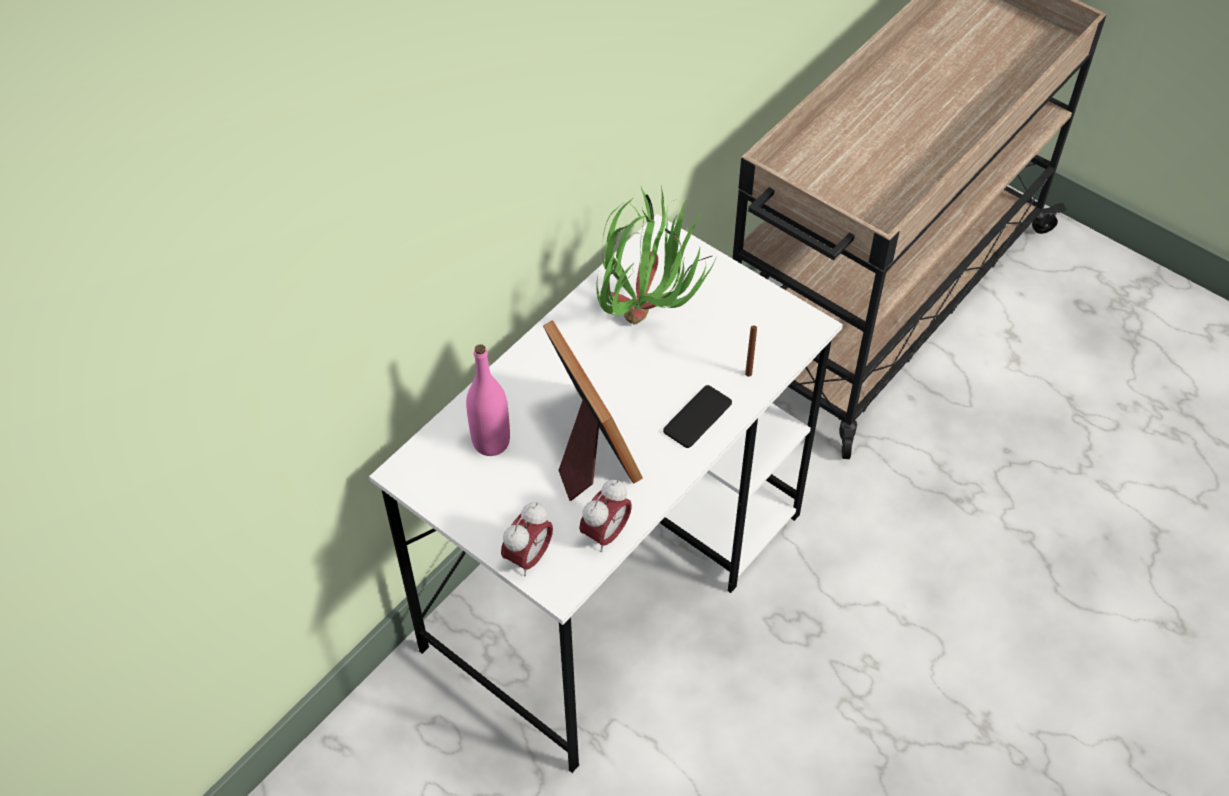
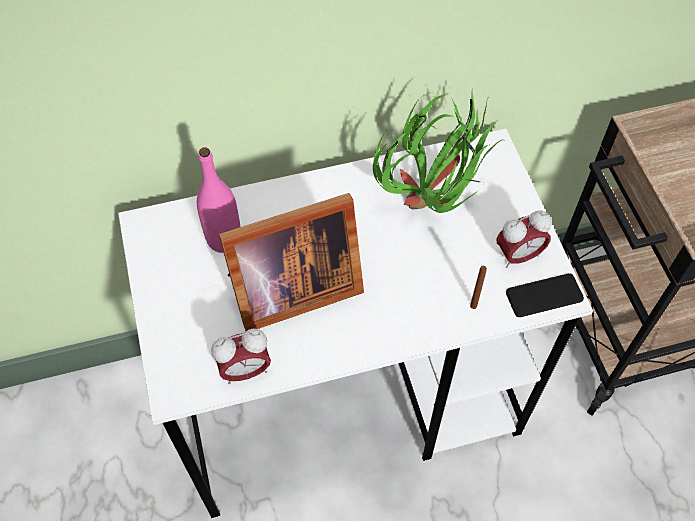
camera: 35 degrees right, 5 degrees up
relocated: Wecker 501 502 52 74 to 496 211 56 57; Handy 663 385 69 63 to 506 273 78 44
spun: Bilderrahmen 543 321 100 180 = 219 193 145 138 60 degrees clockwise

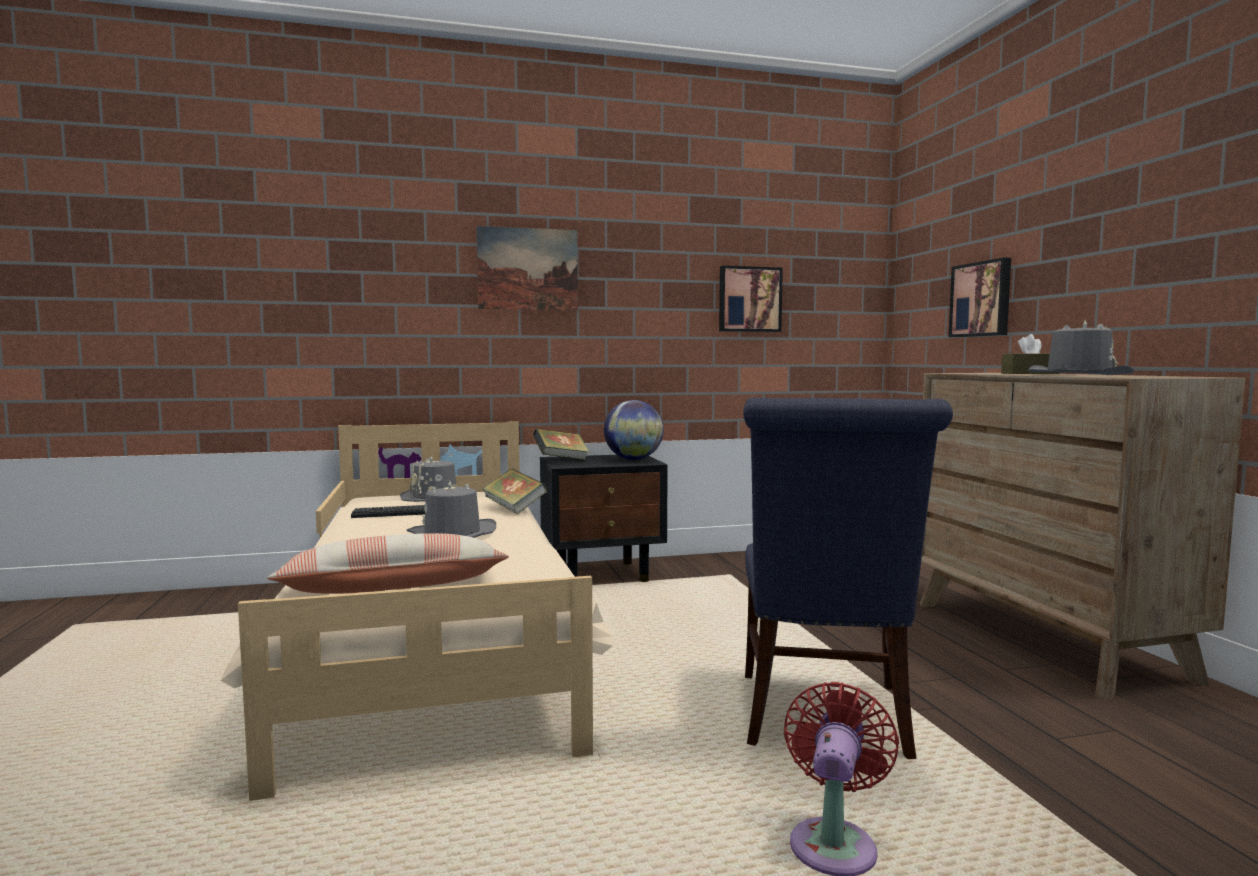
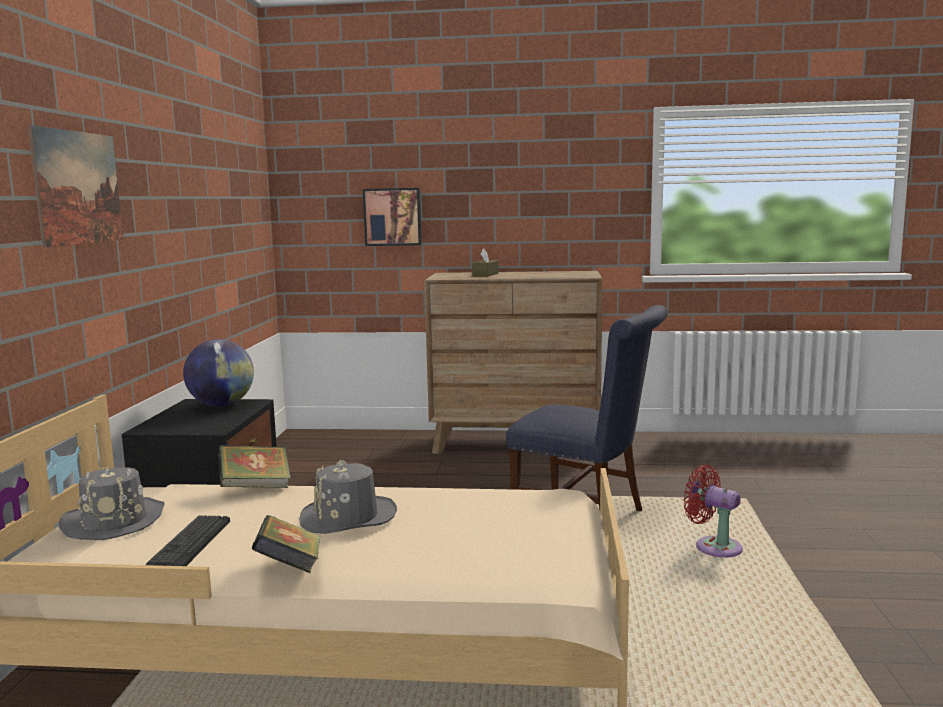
camera: 70 degrees left, 5 degrees up
missing: Kissen 267 533 242 61; Bild 719 266 64 66; Hut/grau 1028 320 106 55
relocated: Buch 533 428 57 32 to 252 515 68 58

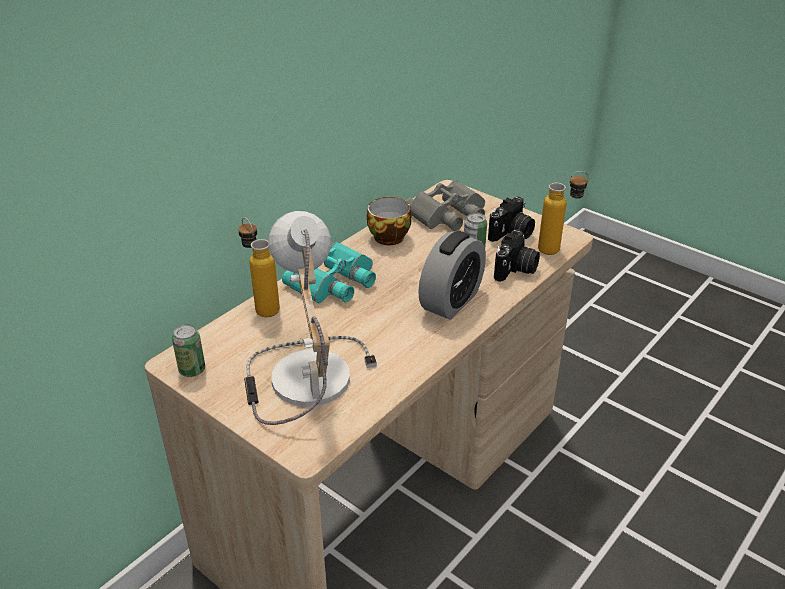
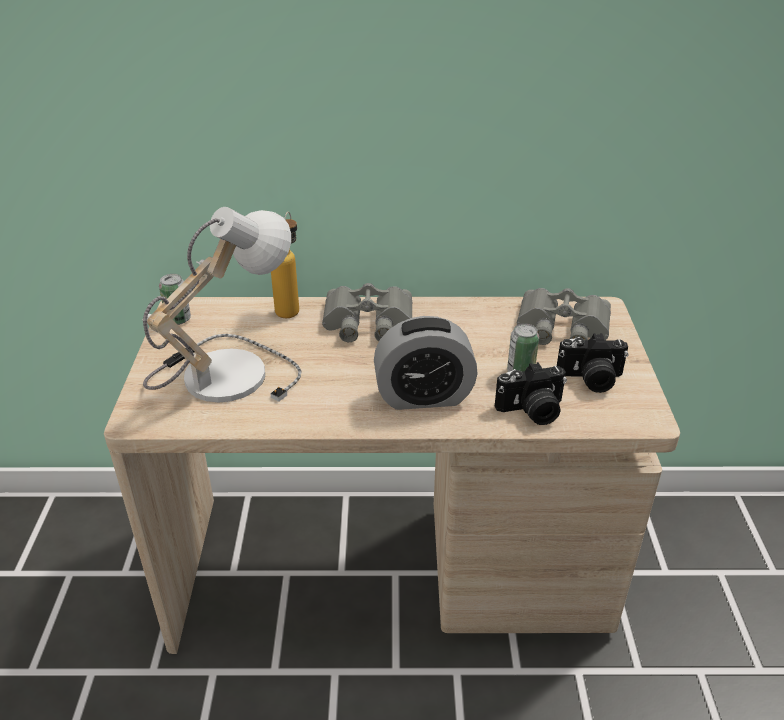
camera: 50 degrees right, 0 degrees up
missing: Tasse 367 197 45 48; Flasche 538 171 51 84
colour: Fernglas/türkis 282 242 94 62 to Fernglas/grau 322 283 90 59

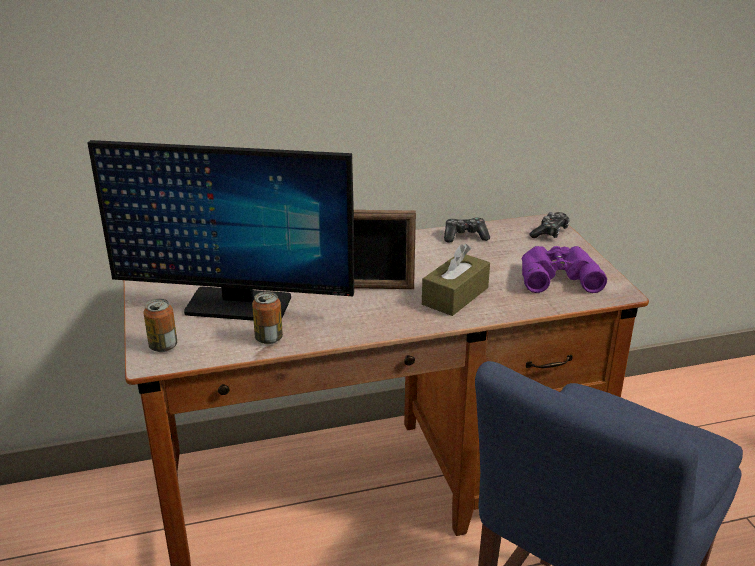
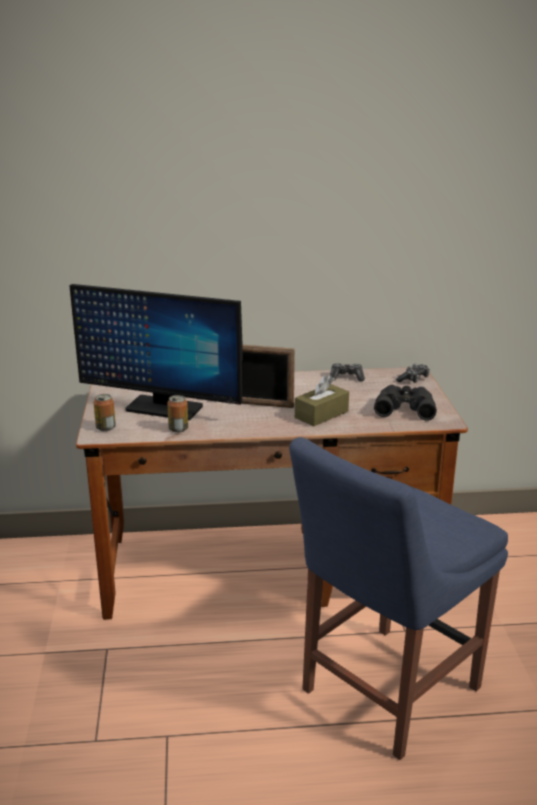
camera: 10 degrees right, 5 degrees down
colour: Fernglas/lila 522 246 85 47 to Fernglas/schwarz 374 385 63 35

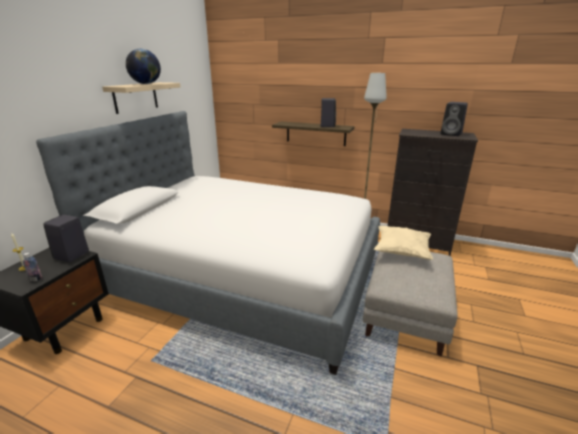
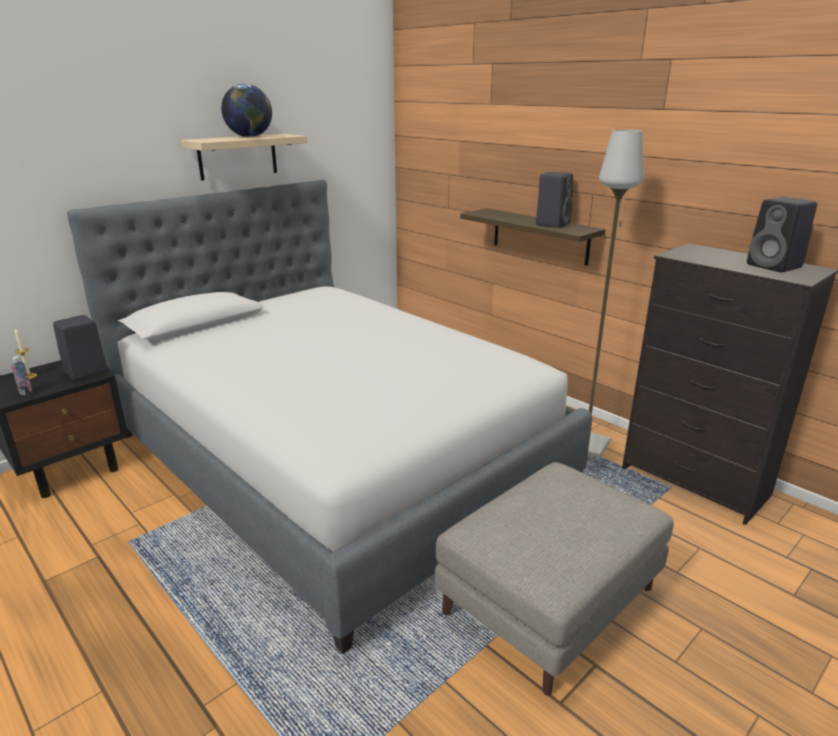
camera: 25 degrees right, 0 degrees up
missing: Kissen/beige 374 226 59 34

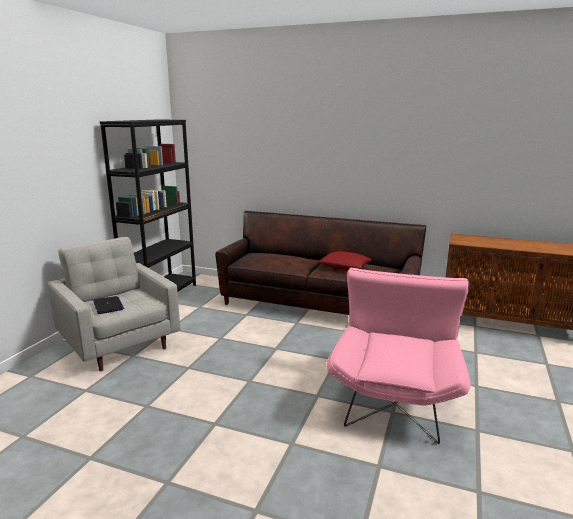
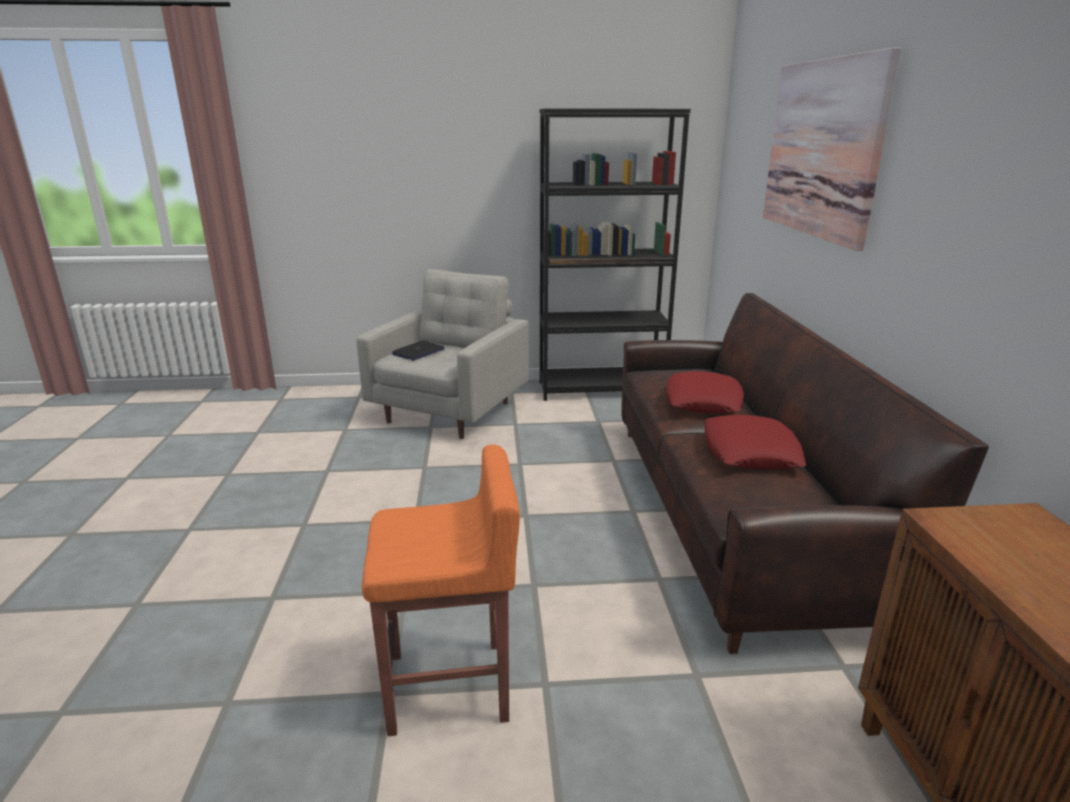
camera: 65 degrees right, 5 degrees up
appeared: Kissen/rot 666 371 78 42; Bild 763 47 139 204
exchanged: Sessel/rosa 326 268 145 176 to Hocker/orange 362 445 158 291

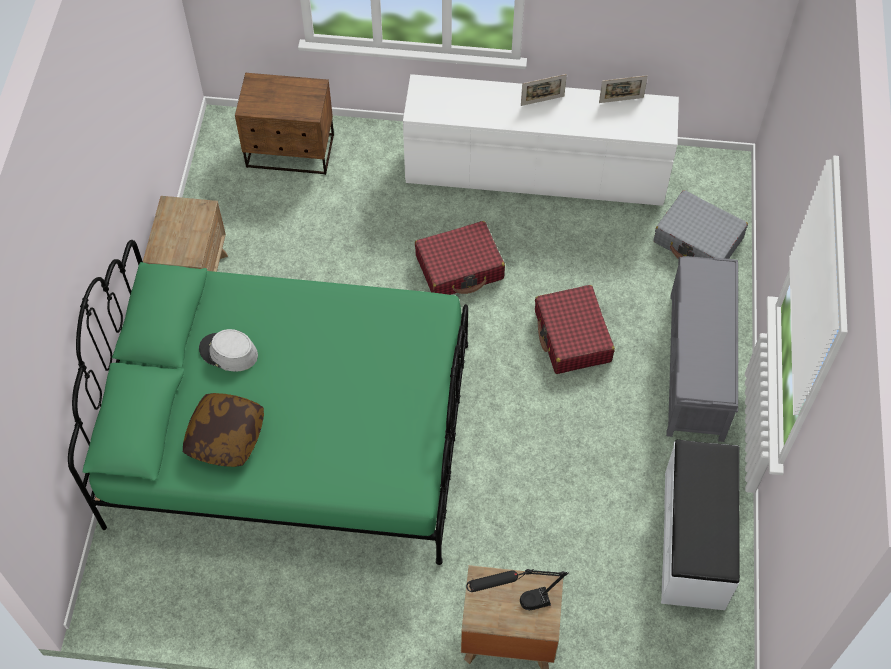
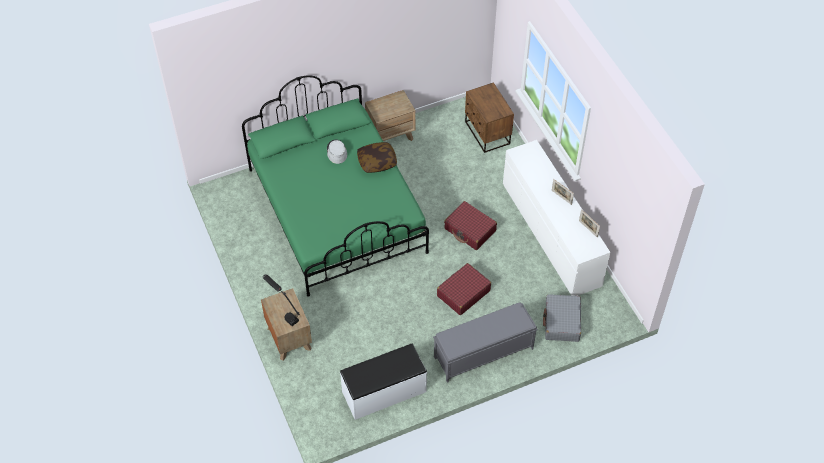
camera: 60 degrees right, 5 degrees down
relocated: Kissen 183 393 81 74 to 357 142 40 31

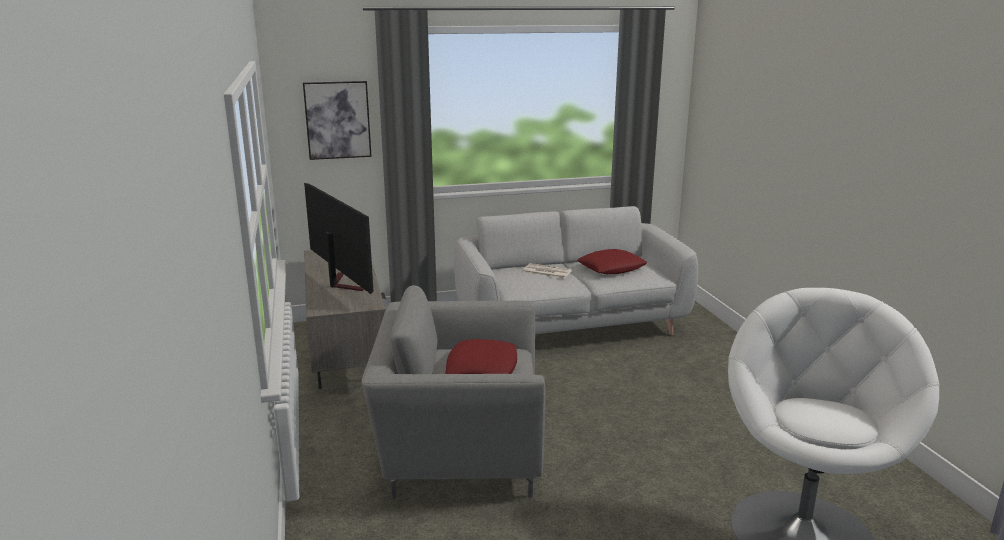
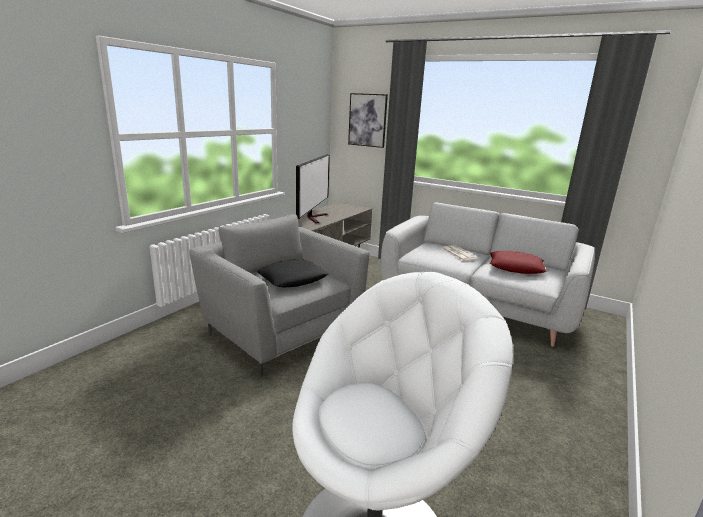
camera: 45 degrees right, 0 degrees up
colour: Kissen/rot 445 339 72 35 to Kissen/schwarz 257 259 71 28

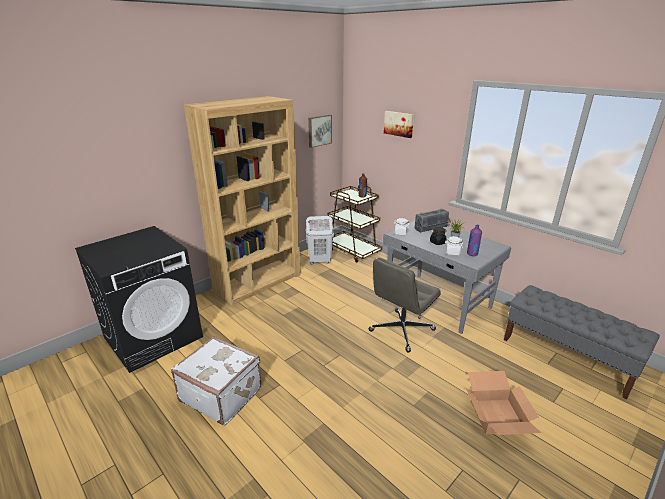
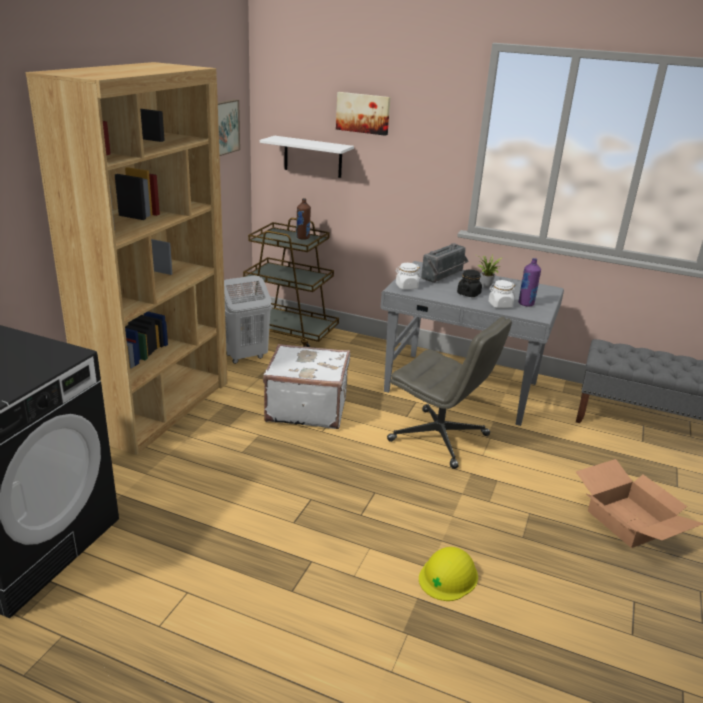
camera: 25 degrees left, 0 degrees up
appeared: Wandregal/weiß 260 136 94 42; Schutzhelm/gelb 419 547 59 54
relocated: Koffer/weiß 171 336 90 89 to 263 344 87 85
spun: Bürostuhl/grau 368 258 73 94 = 387 317 125 152 75 degrees counterclockwise

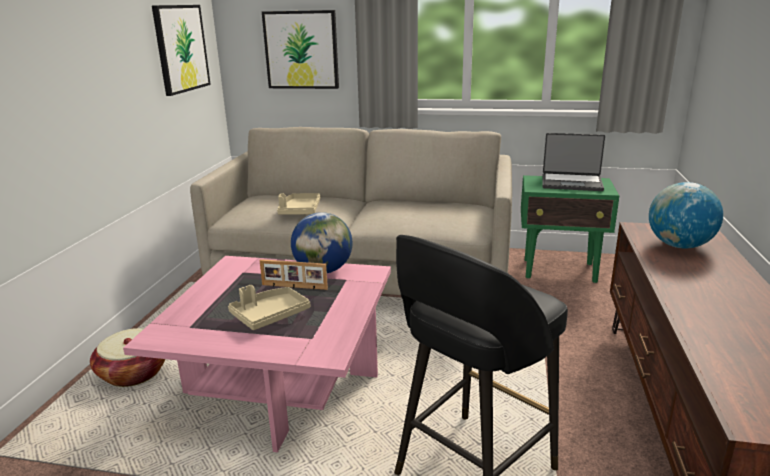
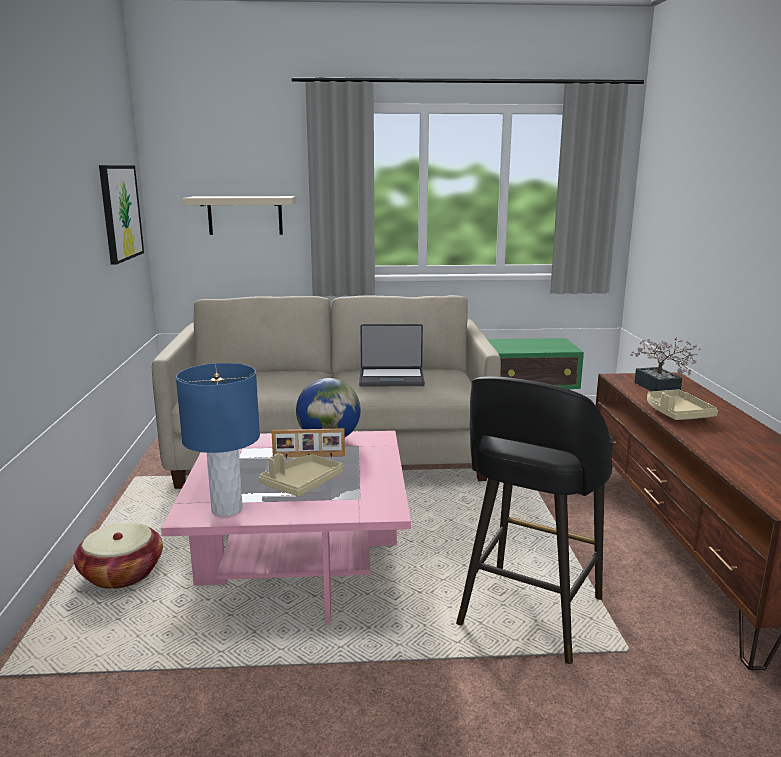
camera: 15 degrees left, 5 degrees down
appeared: Tischlampe/blau 176 363 84 154
relocated: Tablett/beige 277 193 43 22 to 647 389 71 31; Laptop 542 133 63 58 to 359 324 66 62
exchanged: Bild 262 10 77 79 to Wandregal/beige 182 196 114 39; Globus 649 182 74 67 to Topfpflanze 629 337 72 55

